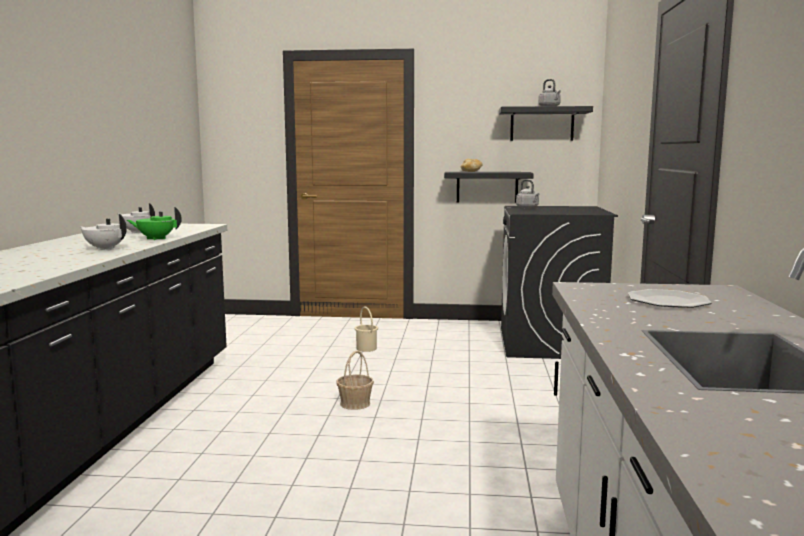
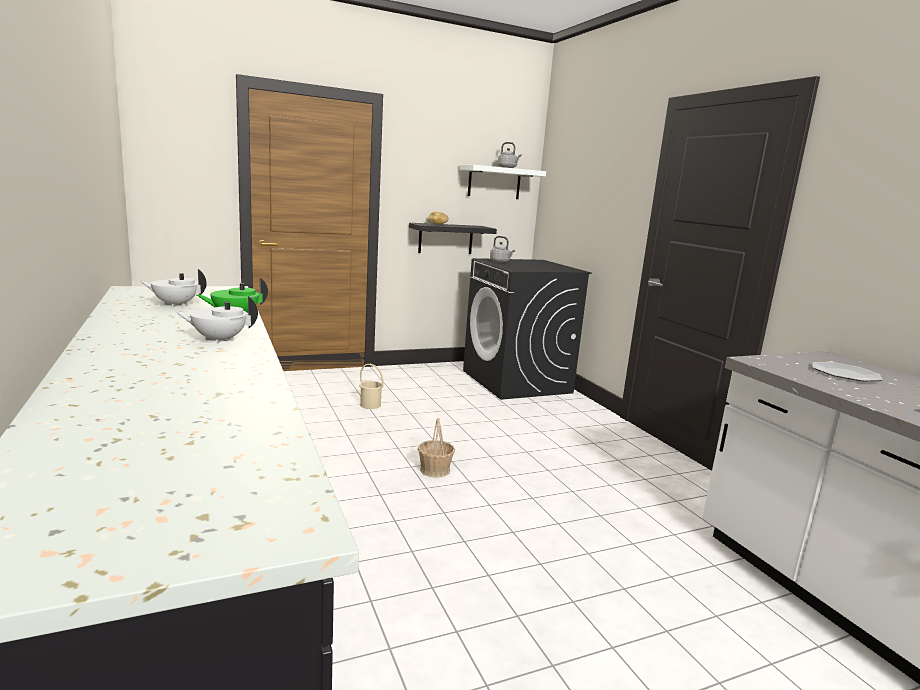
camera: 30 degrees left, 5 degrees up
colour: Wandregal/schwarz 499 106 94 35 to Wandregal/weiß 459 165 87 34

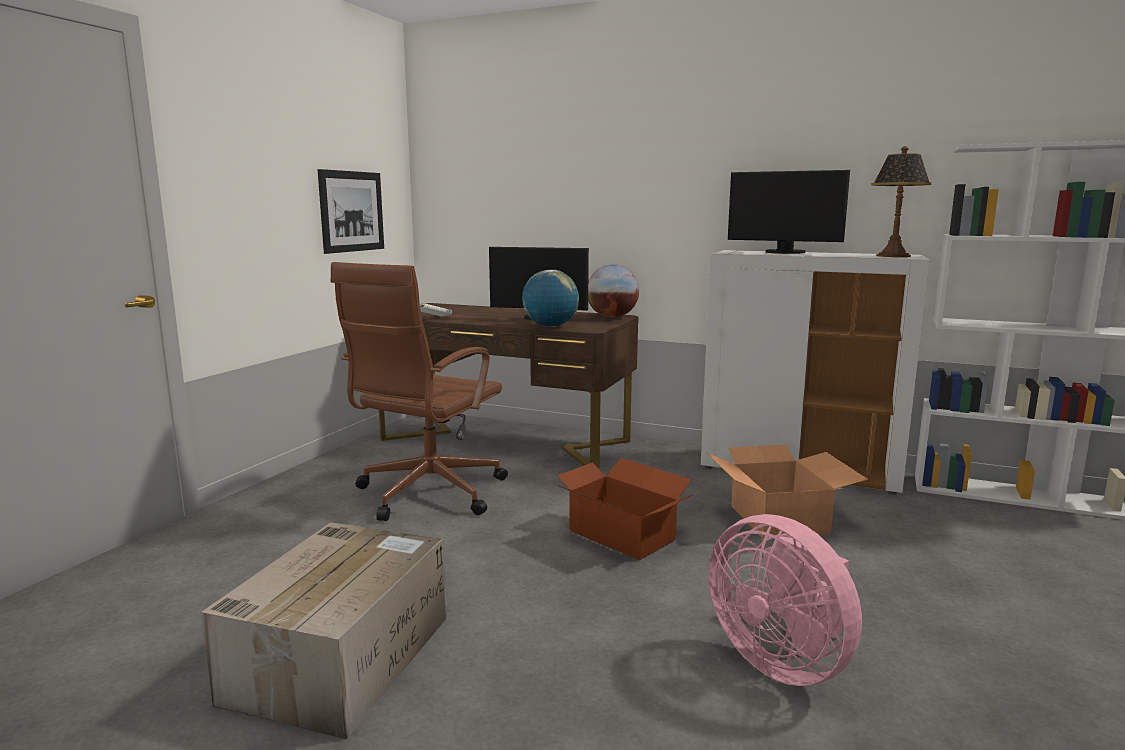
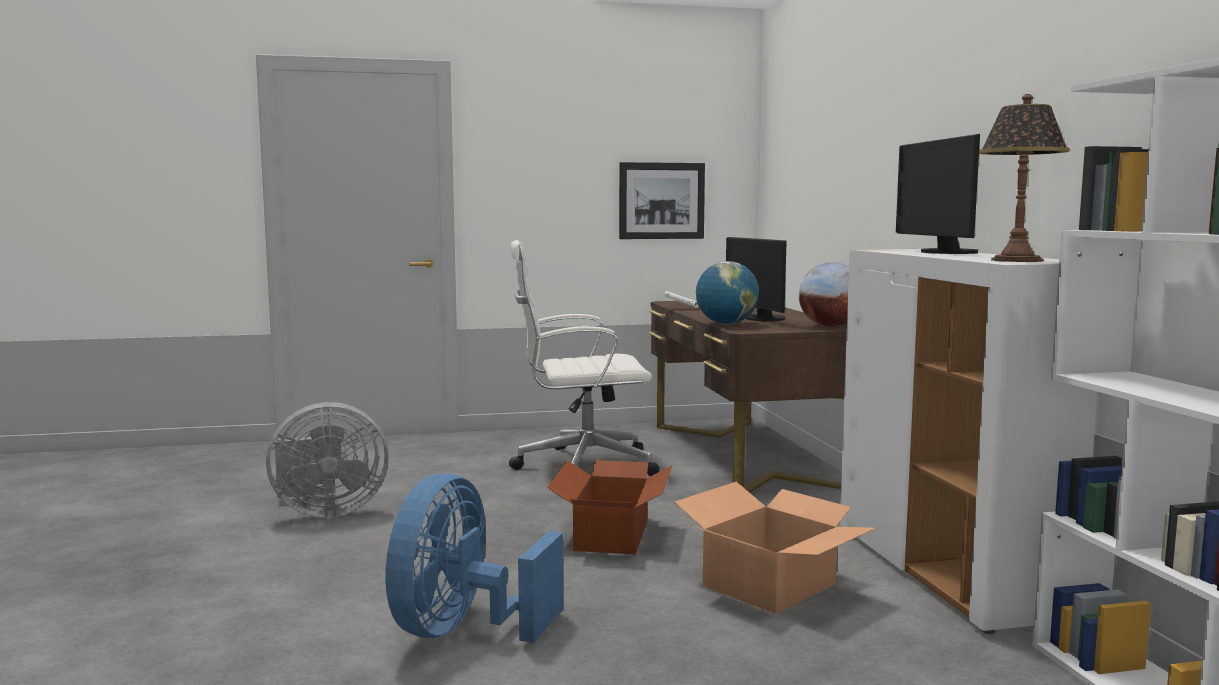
camera: 55 degrees right, 5 degrees down
exchanged: Karton 201 522 245 217 to Ventilator/grau 266 402 123 116
colour: Bürostuhl/braun 331 262 177 259 to Bürostuhl/weiß 509 240 151 236; Ventilator/rosa 708 514 154 172 to Ventilator/blau 385 474 179 169

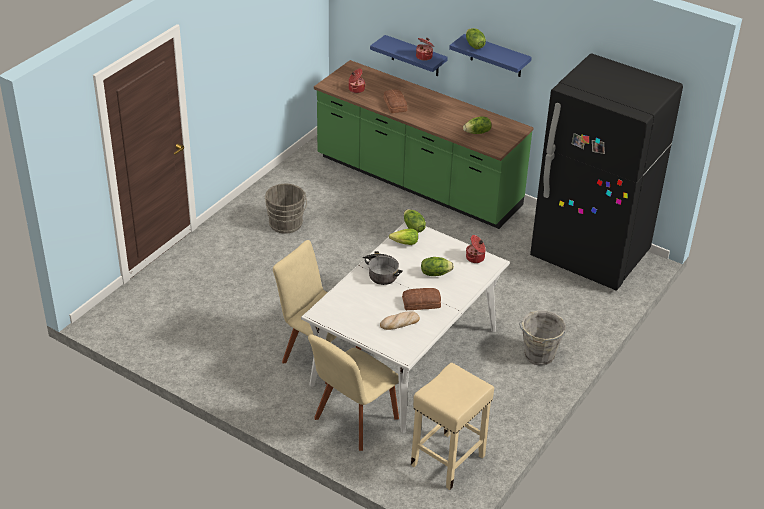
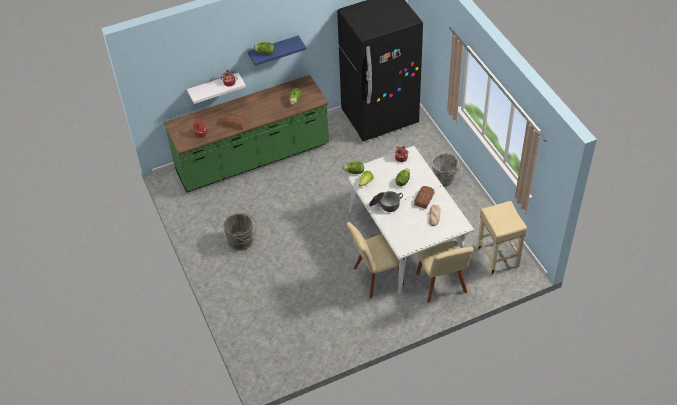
camera: 55 degrees left, 10 degrees up
colour: Wandregal/blau 370 35 78 41 to Wandregal/weiß 187 73 59 31

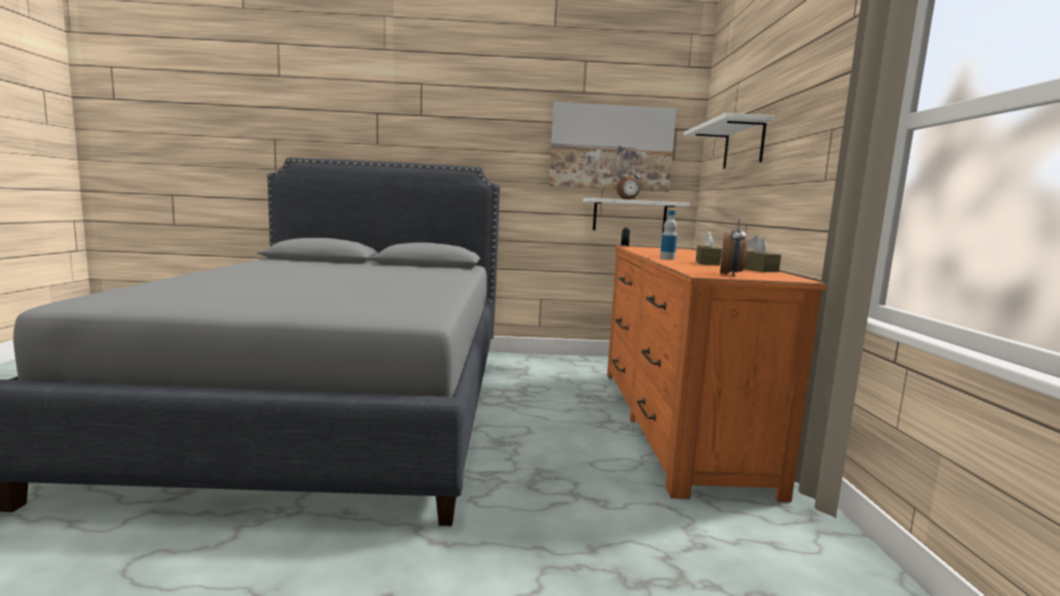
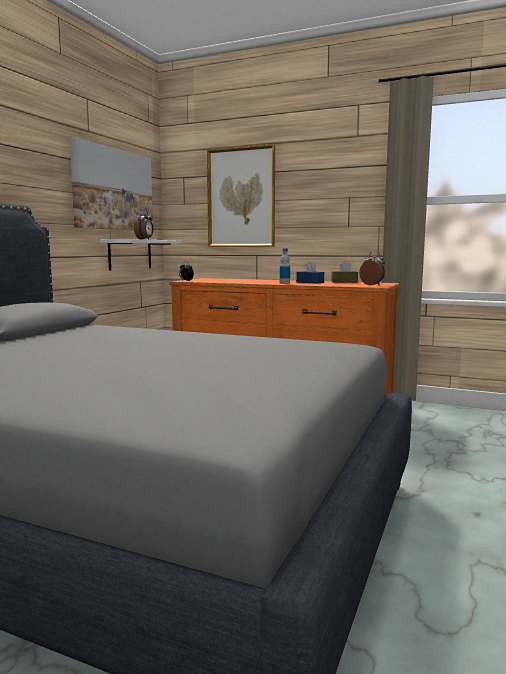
camera: 65 degrees left, 0 degrees up
exchanged: Wandregal/weiß 684 113 90 56 to Bild 207 144 68 103
colour: Taschentuchbox/braun 696 232 26 34 to Taschentuchbox/blau 296 261 28 23

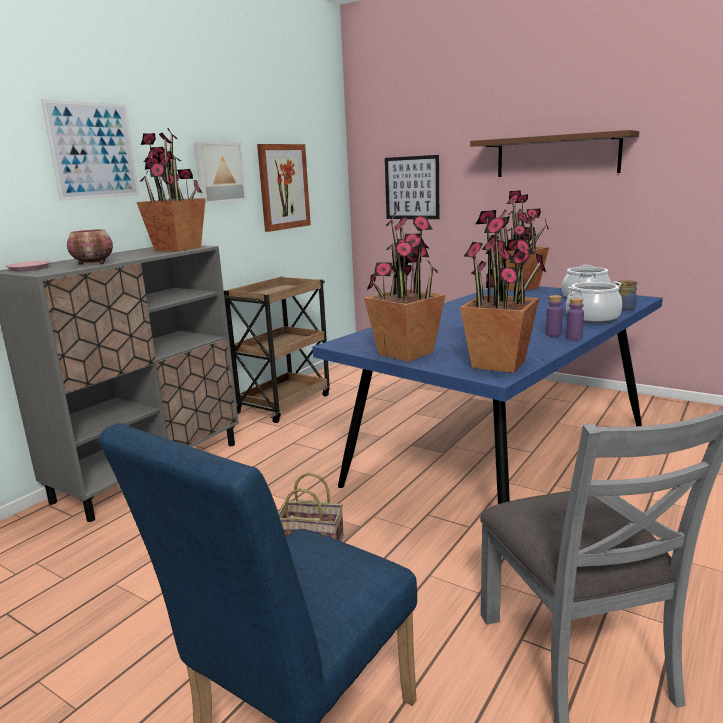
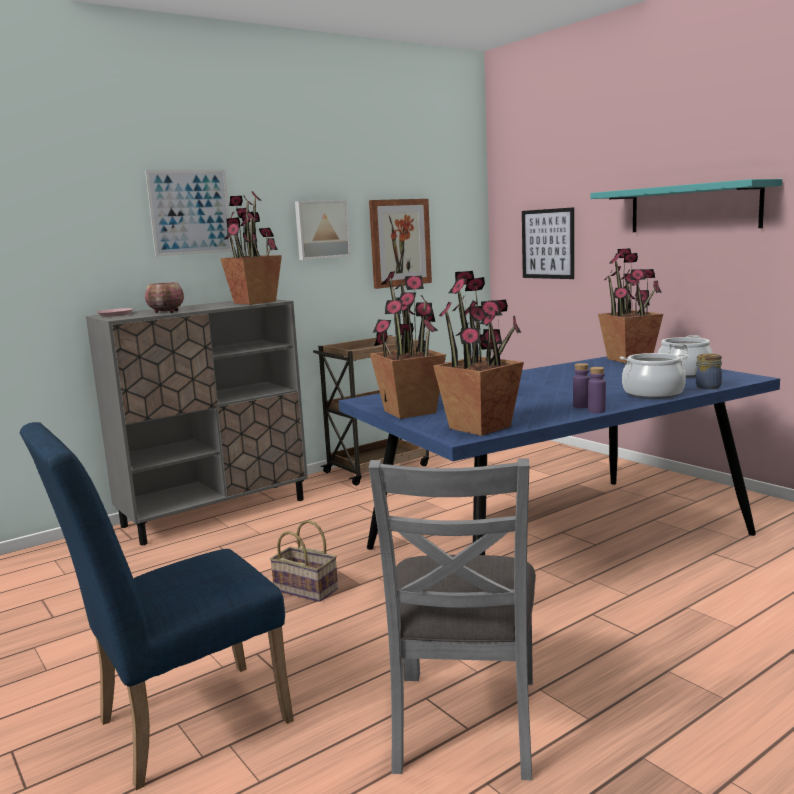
camera: 20 degrees right, 5 degrees down
colour: Wandregal/braun 470 130 169 47 to Wandregal/türkis 591 179 191 53

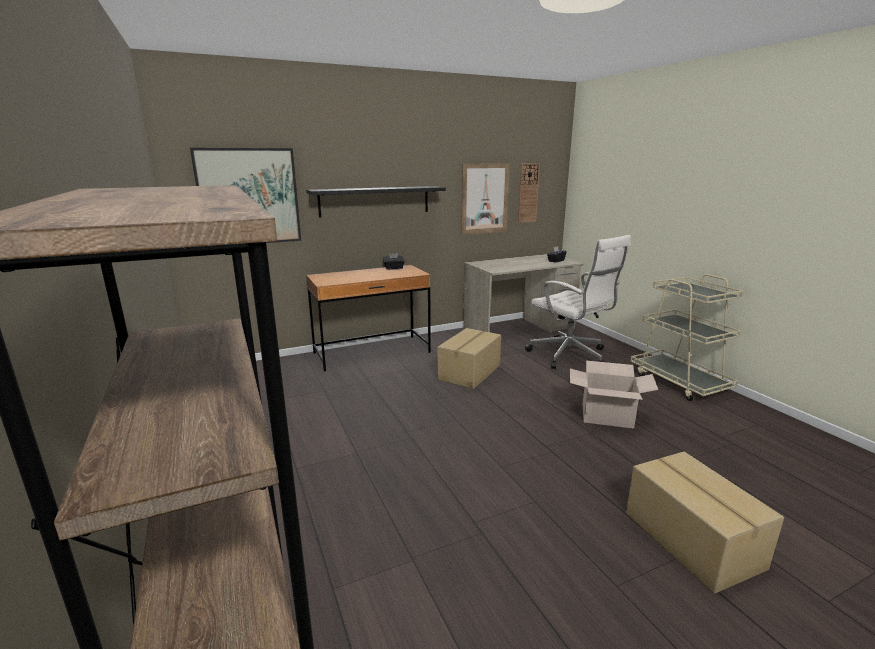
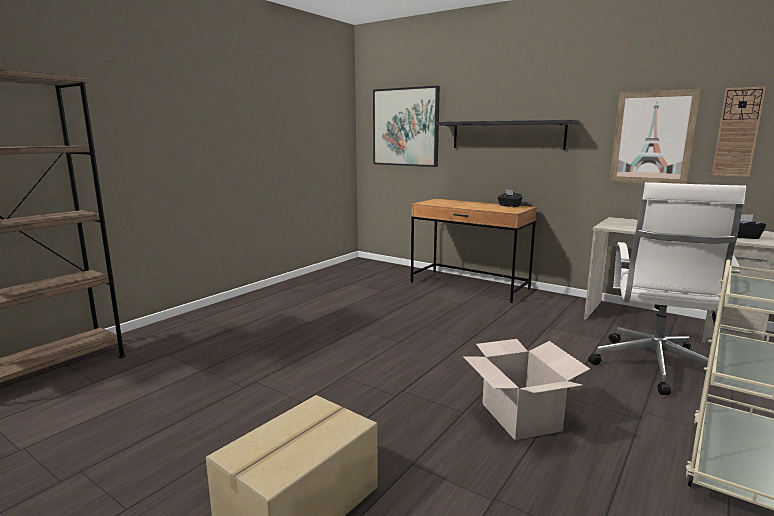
camera: 60 degrees right, 5 degrees down
missing: Karton 437 328 64 61

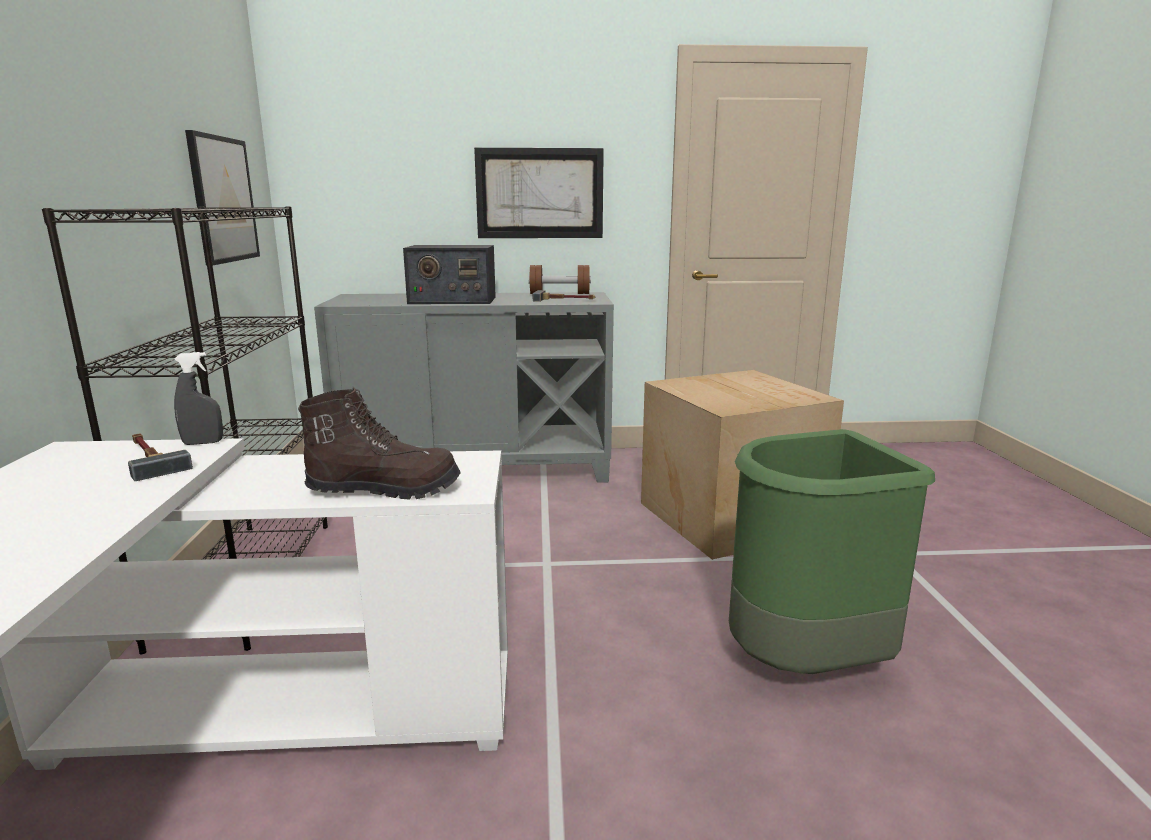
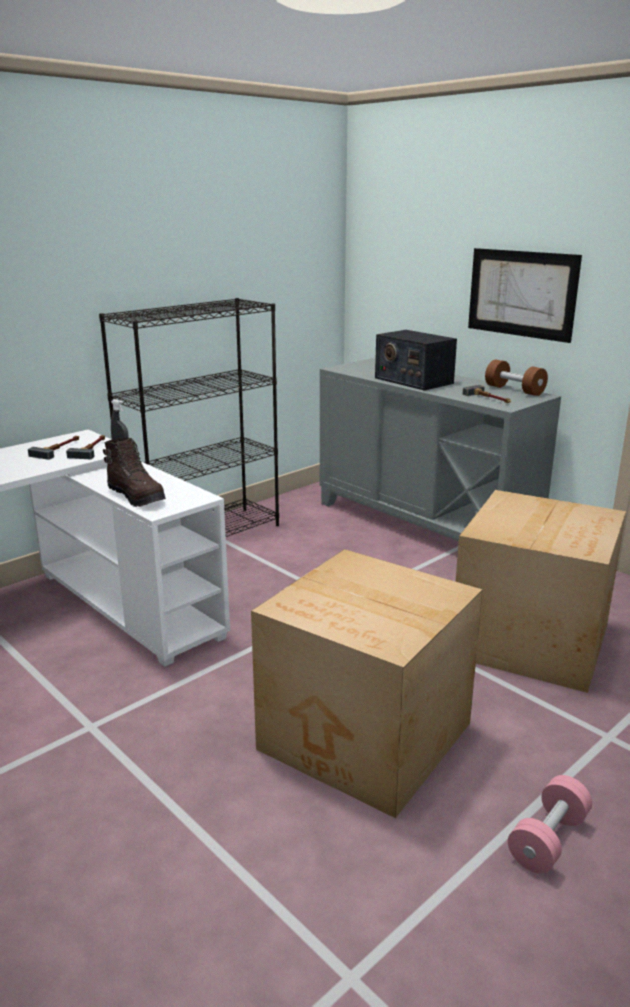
camera: 50 degrees right, 5 degrees up
missing: Bild 185 130 75 136
appeared: Hammer 28 436 51 24; Hantel/rosa 508 775 84 99
exchanged: Mülleimer/grün 729 429 206 245 to Karton 251 549 231 269

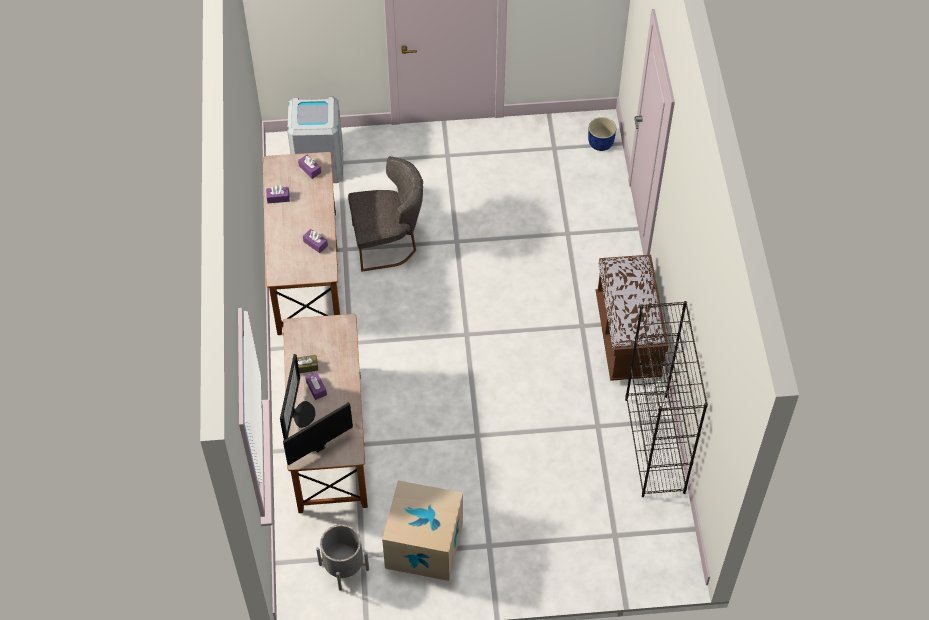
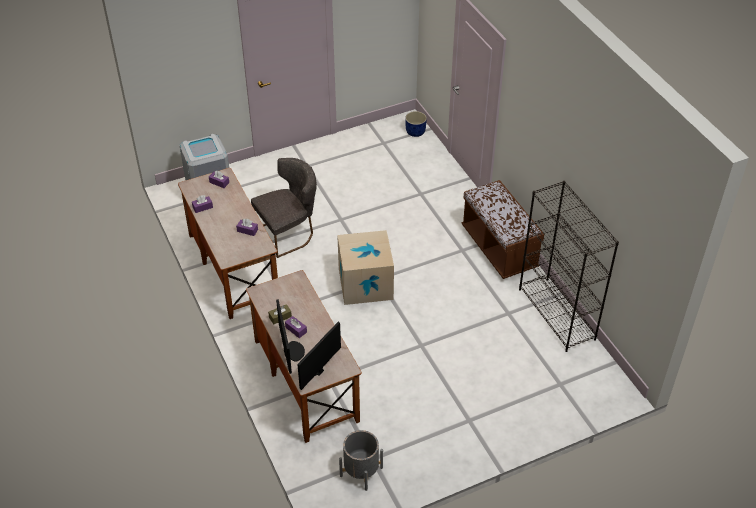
camera: 20 degrees left, 10 degrees down
relocated: Karton 382 480 81 101 to 337 230 57 75

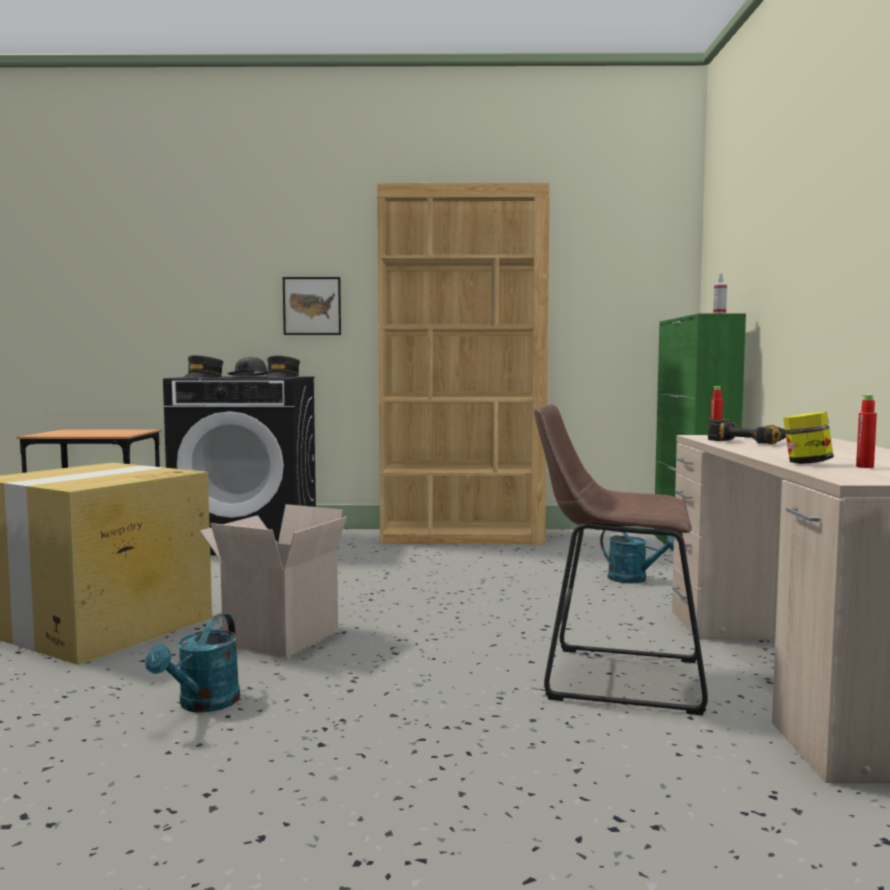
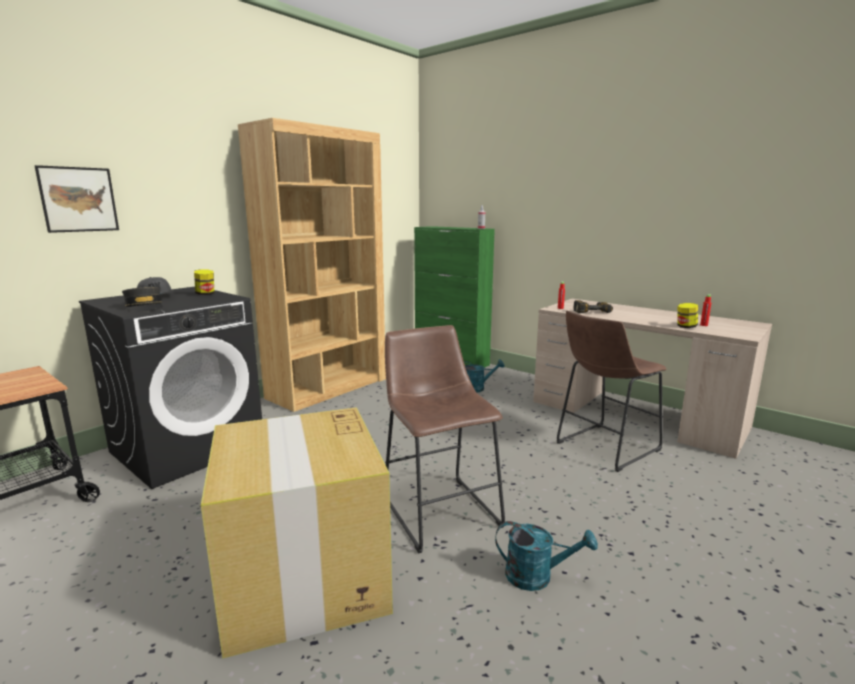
camera: 50 degrees left, 10 degrees up
relocated: Bild 283 277 58 58 to 35 165 84 68
exchanged: Karton 200 504 147 154 to Hocker/braun 385 325 120 228; Kappe/grau 265 356 35 21 to Vorratsglas 194 269 20 26
spun: Gießkanne/türkis 145 613 95 99 = 495 521 103 70 45 degrees counterclockwise

